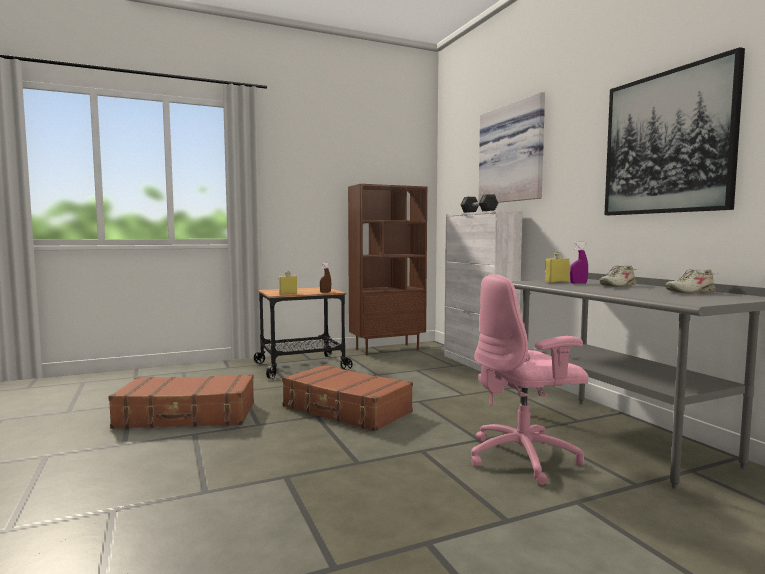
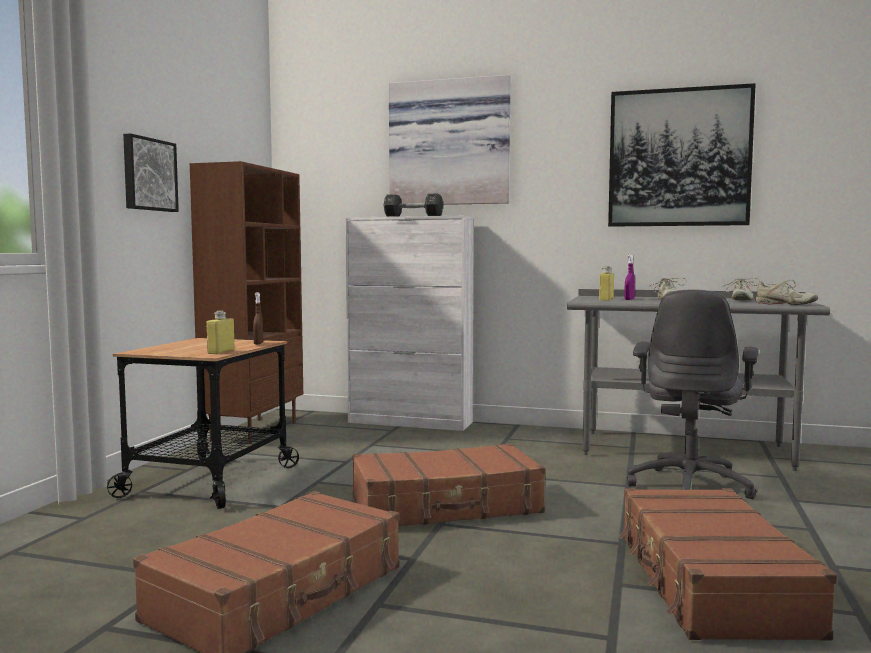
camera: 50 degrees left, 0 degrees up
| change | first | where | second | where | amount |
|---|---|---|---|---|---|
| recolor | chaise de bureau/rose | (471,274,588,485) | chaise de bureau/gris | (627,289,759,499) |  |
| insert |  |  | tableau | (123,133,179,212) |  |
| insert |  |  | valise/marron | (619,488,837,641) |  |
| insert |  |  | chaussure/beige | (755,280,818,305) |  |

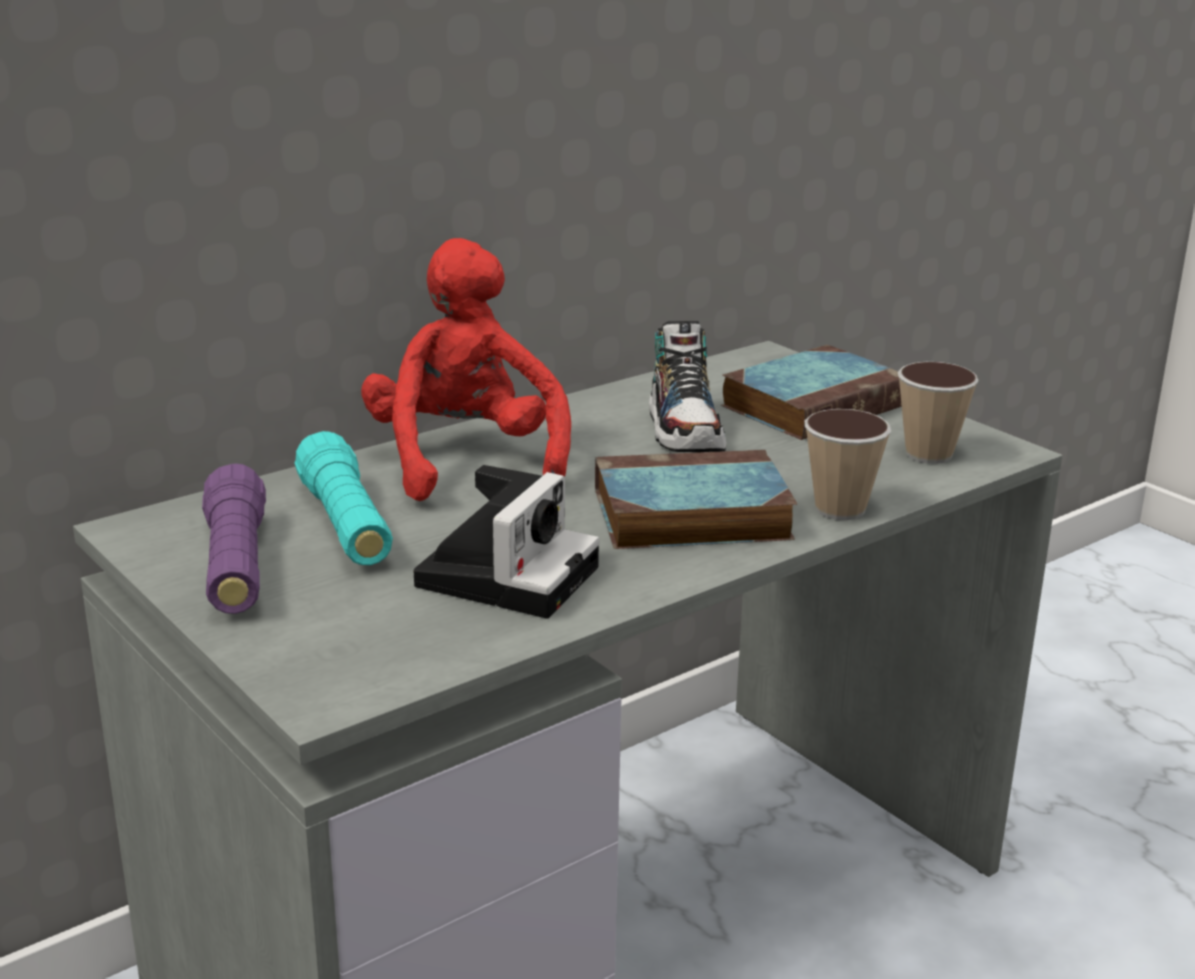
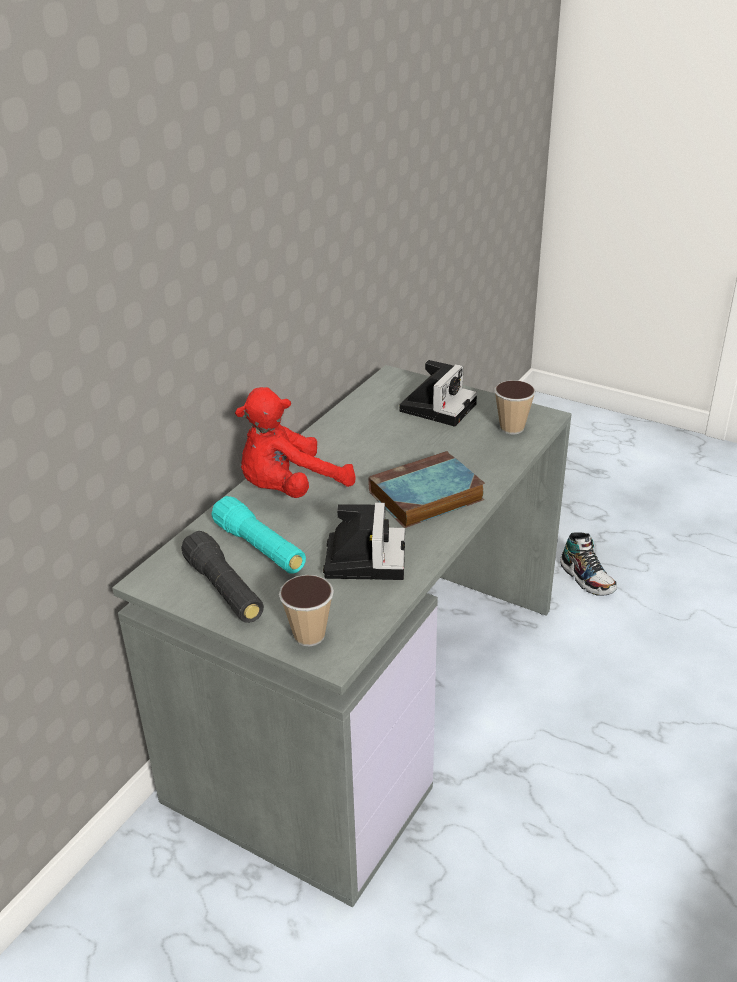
camera: 20 degrees left, 10 degrees up
| change | first | where | second | where | amount |
|---|---|---|---|---|---|
| recolor | lampe de poche/violet | (202,463,266,614) | lampe de poche/noir | (181,531,264,623) |  |
| rotate | peluche/rouge | (361,238,571,501) |  | (235,387,356,498) | 90 degrees counterclockwise |
| move | chaussure | (649,321,727,452) |  | (560,532,617,596) |  |
| replace | livre | (721,345,902,440) | appareil photo | (399,360,477,427) |  |
| move | tasse | (805,409,891,520) |  | (279,575,334,646) |  |

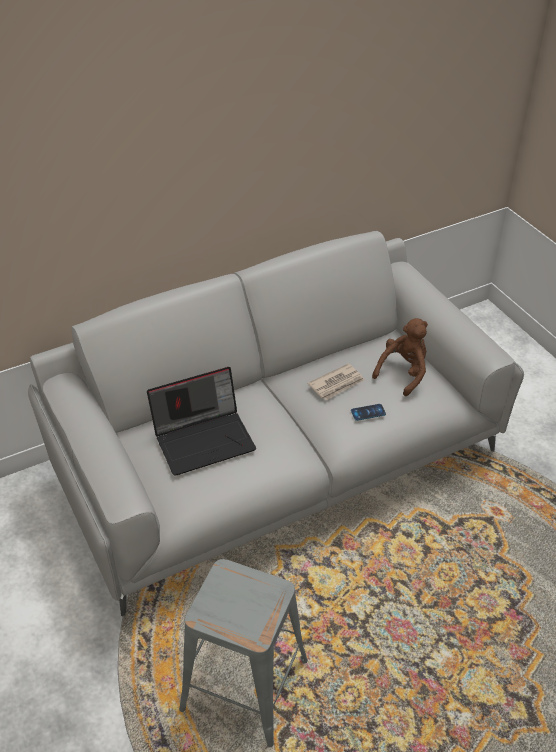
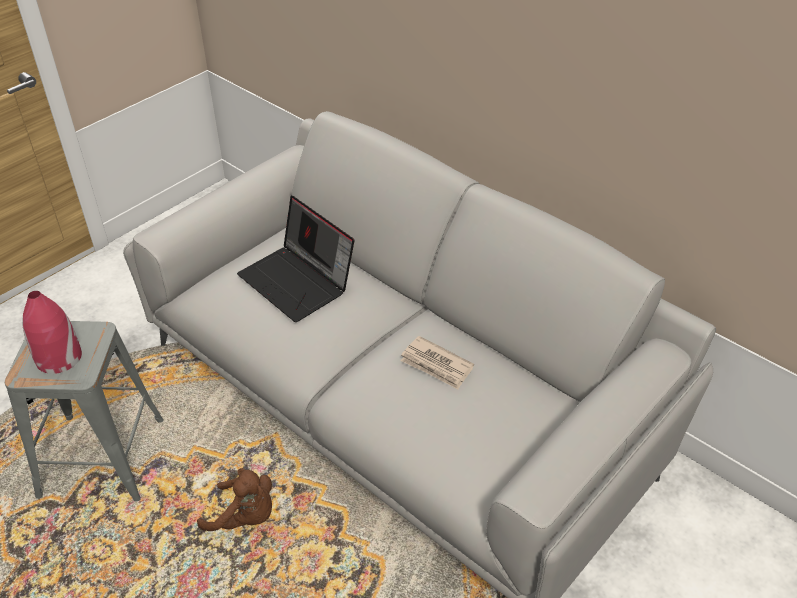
camera: 70 degrees right, 0 degrees up
| change | first | where | second | where | amount |
|---|---|---|---|---|---|
| delete | téléphone | (351,404,386,421) |  |  |  |
| move | peluche/marron | (372,318,428,396) |  | (197,468,272,531) |  |
| insert |  |  | vase/rouge | (22,291,82,374) |  |

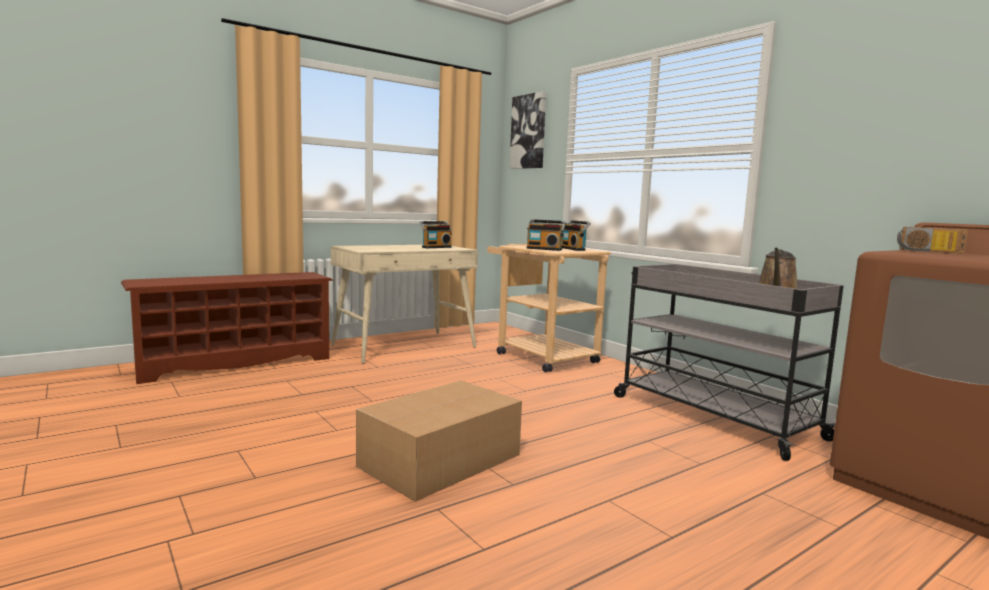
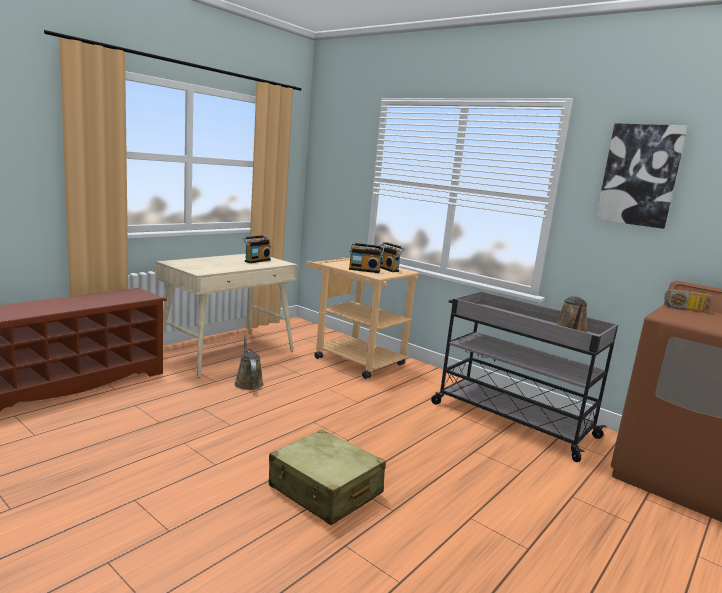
camera: 15 degrees left, 5 degrees up
| change | first | where | second | where | amount |
|---|---|---|---|---|---|
| replace | carton | (356,381,522,502) | valise/beige | (269,429,386,525) |  |
| move | tableau | (509,91,546,169) |  | (596,123,688,229) |  |
| insert |  |  | arrosoir/marron | (234,336,263,390) |  |

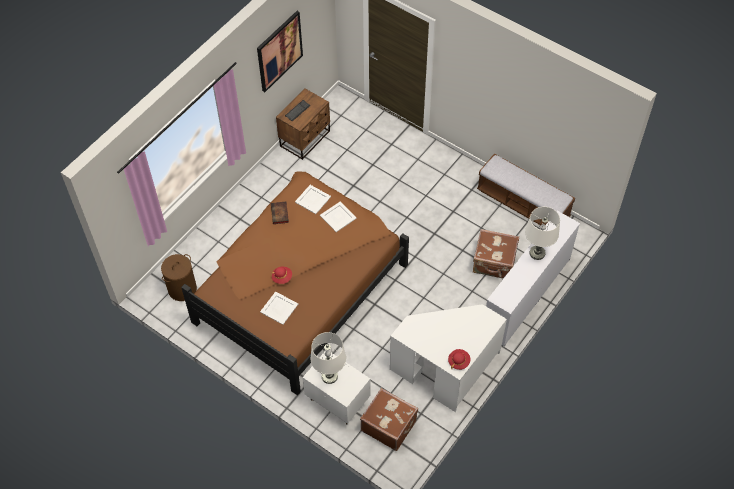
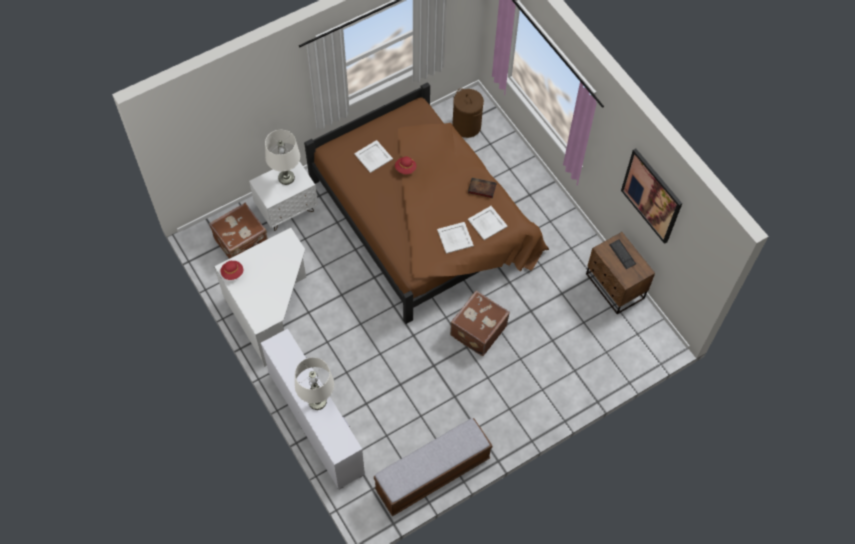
camera: 110 degrees right, 5 degrees up
| change | first | where | second | where | amount |
|---|---|---|---|---|---|
| move | valise/marron | (473,229,519,278) |  | (450,290,510,356) |  |

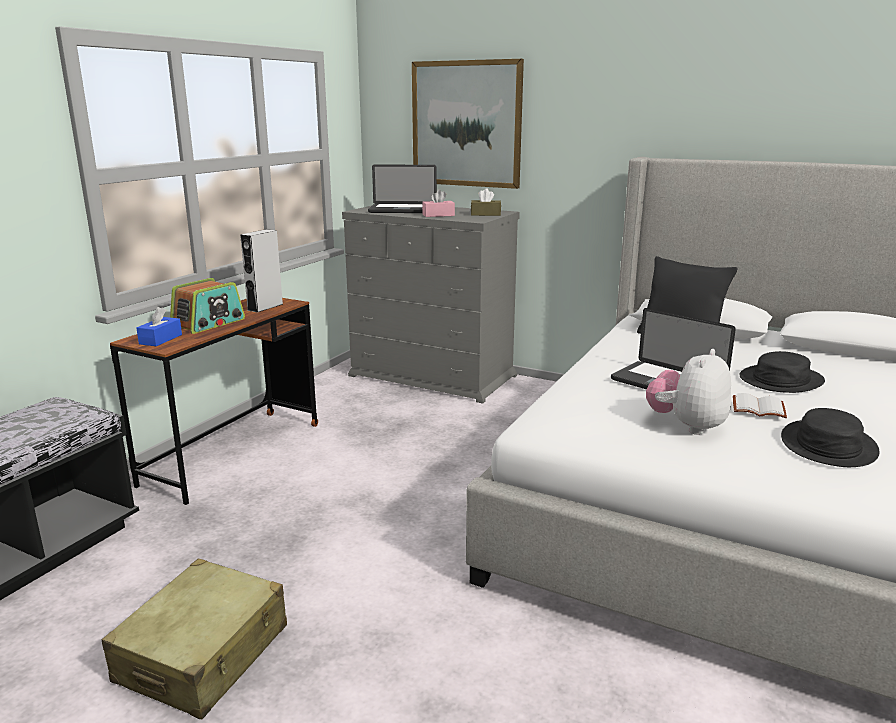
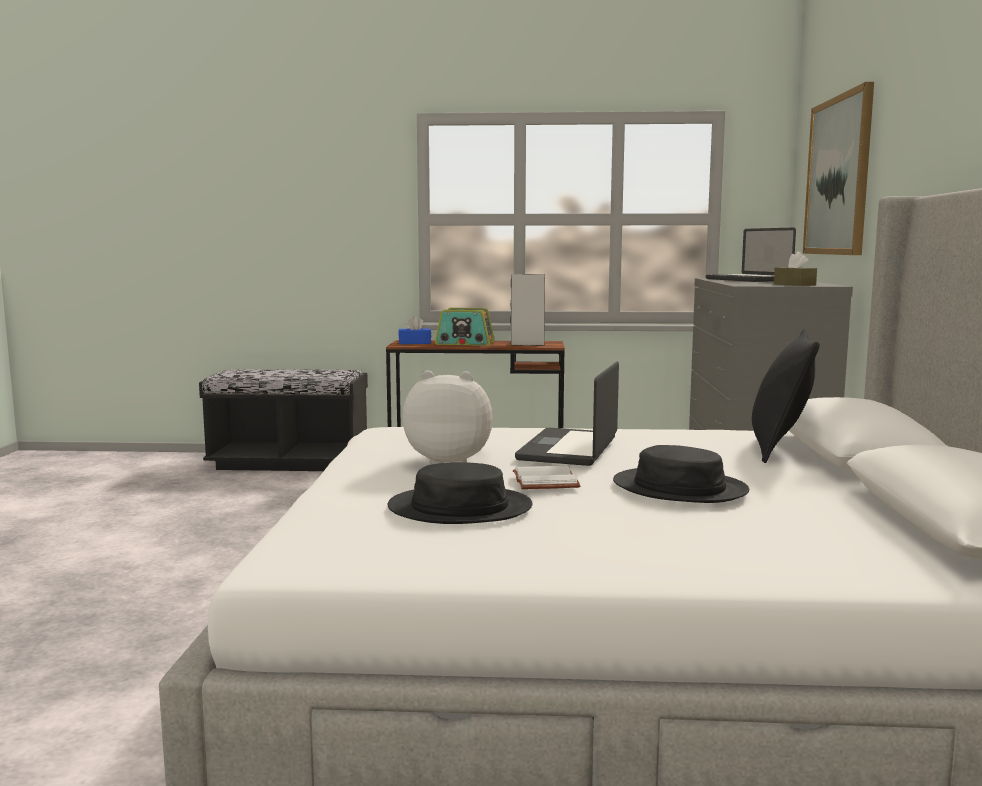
camera: 65 degrees right, 10 degrees down
| change | first | where | second | where | amount |
|---|---|---|---|---|---|
| delete | valise/beige | (101,559,287,719) |  |  |  |
| delete | boîte à mouchoirs/rose | (422,189,455,217) |  |  |  |

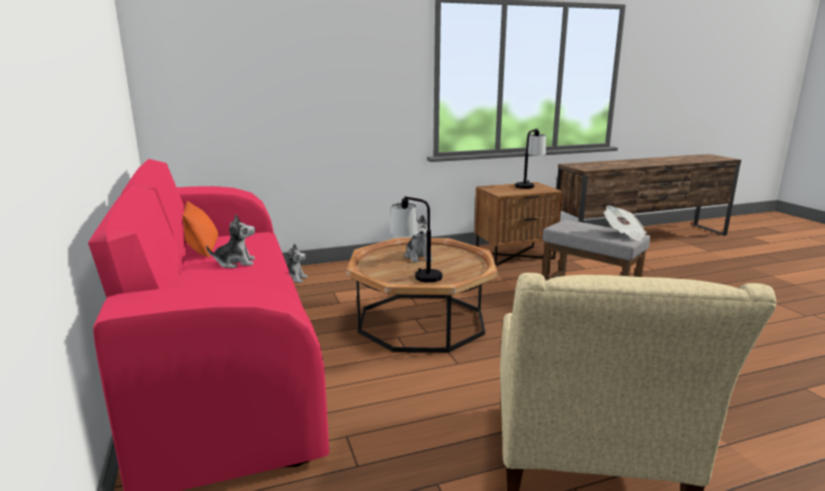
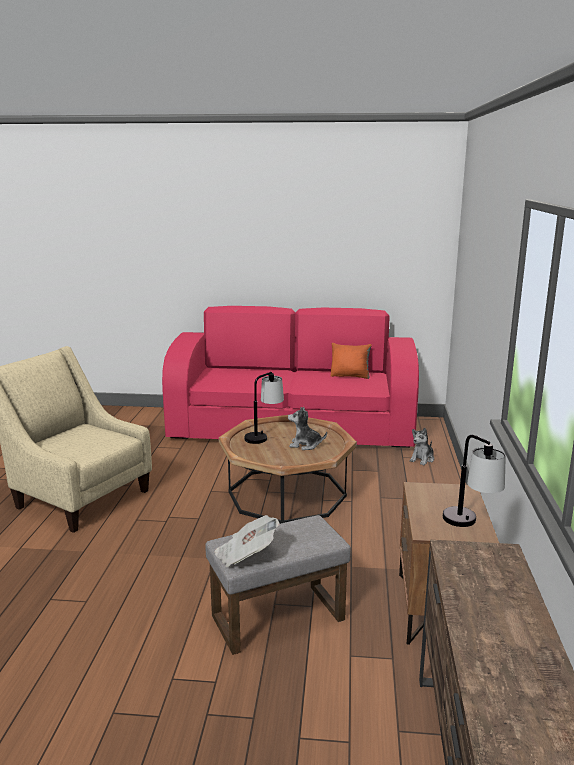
camera: 115 degrees right, 0 degrees up
| change | first | where | second | where | amount |
|---|---|---|---|---|---|
| delete | peluche | (206,214,255,268) |  |  |  |

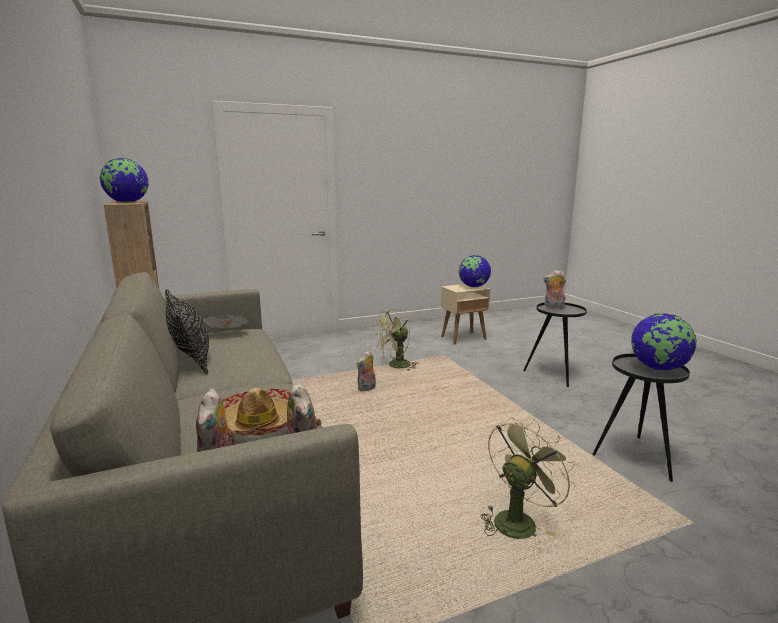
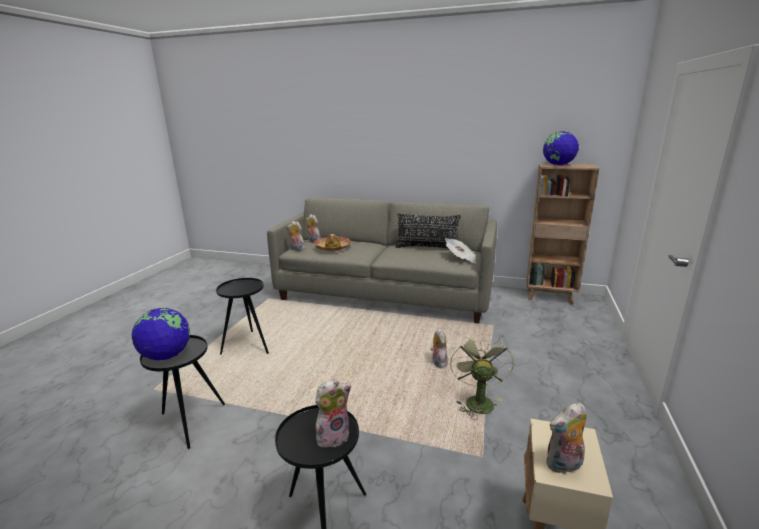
camera: 130 degrees right, 5 degrees up
| change | first | where | second | where | amount |
|---|---|---|---|---|---|
| replace | globe | (459,255,491,287) | peluche | (546,402,586,474) |  |
| replace | ventilateur/vert | (481,417,575,539) | table d'appoint/noir | (216,278,269,355) |  |

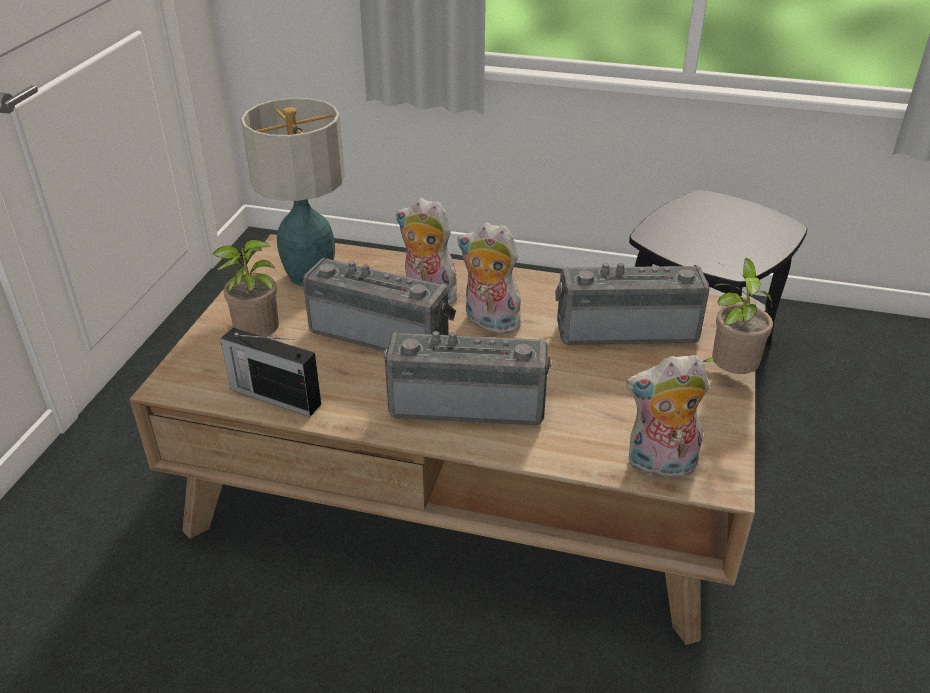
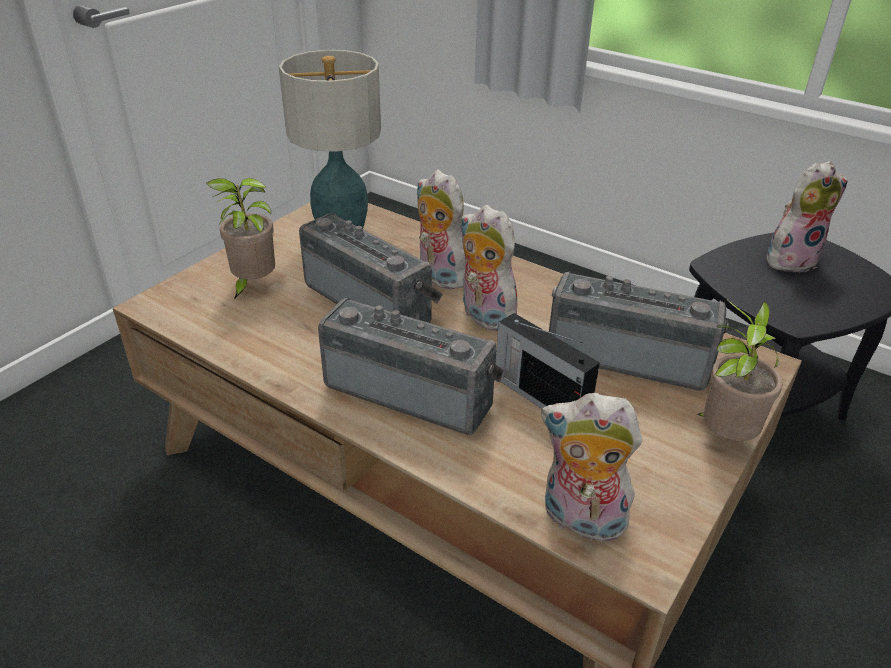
camera: 20 degrees right, 0 degrees up
| change | first | where | second | where | amount |
|---|---|---|---|---|---|
| move | radio | (220,328,321,416) |  | (496,313,600,409) |  |
| insert |  |  | peluche | (766,161,848,273) |  |

